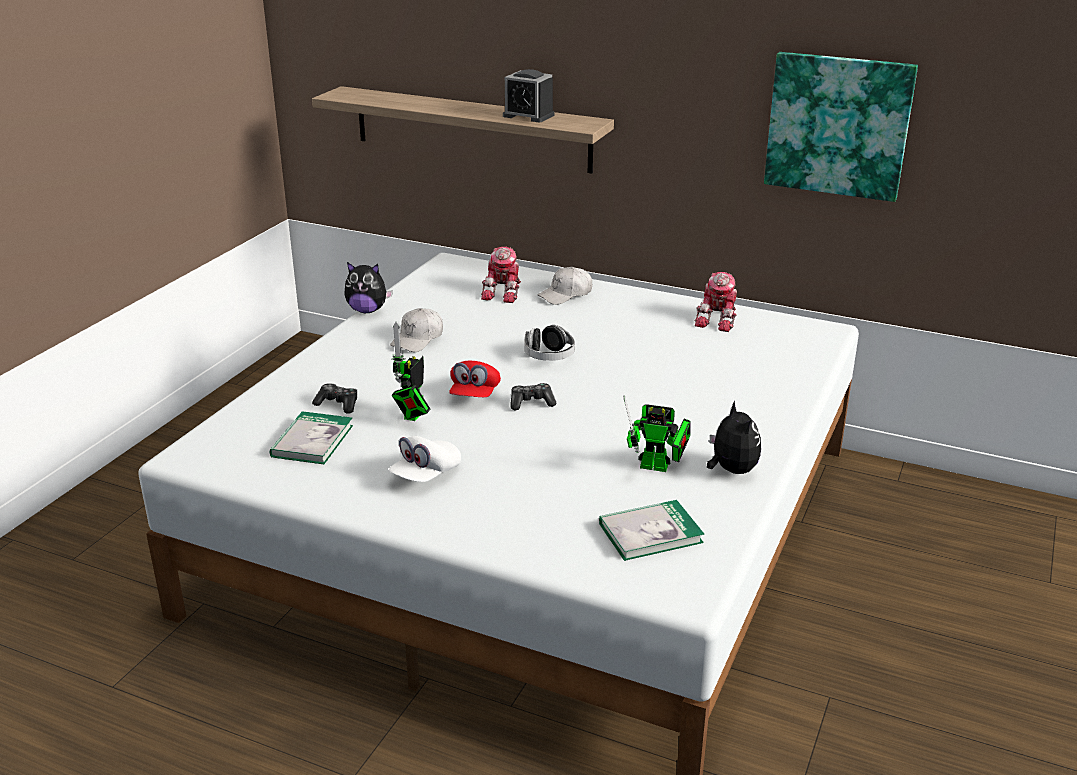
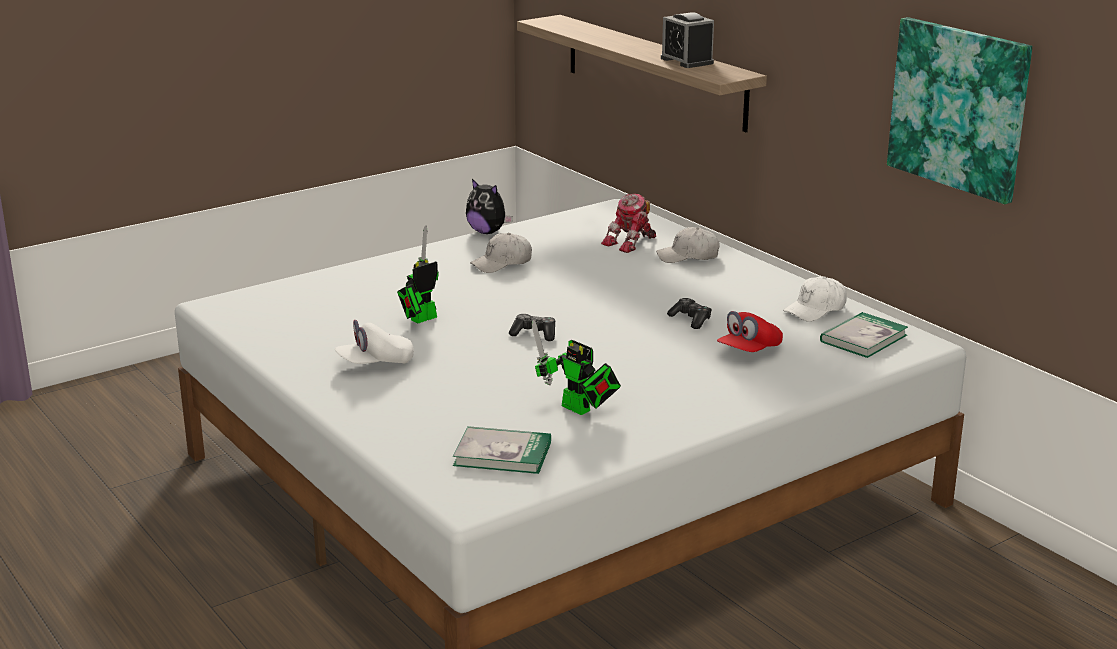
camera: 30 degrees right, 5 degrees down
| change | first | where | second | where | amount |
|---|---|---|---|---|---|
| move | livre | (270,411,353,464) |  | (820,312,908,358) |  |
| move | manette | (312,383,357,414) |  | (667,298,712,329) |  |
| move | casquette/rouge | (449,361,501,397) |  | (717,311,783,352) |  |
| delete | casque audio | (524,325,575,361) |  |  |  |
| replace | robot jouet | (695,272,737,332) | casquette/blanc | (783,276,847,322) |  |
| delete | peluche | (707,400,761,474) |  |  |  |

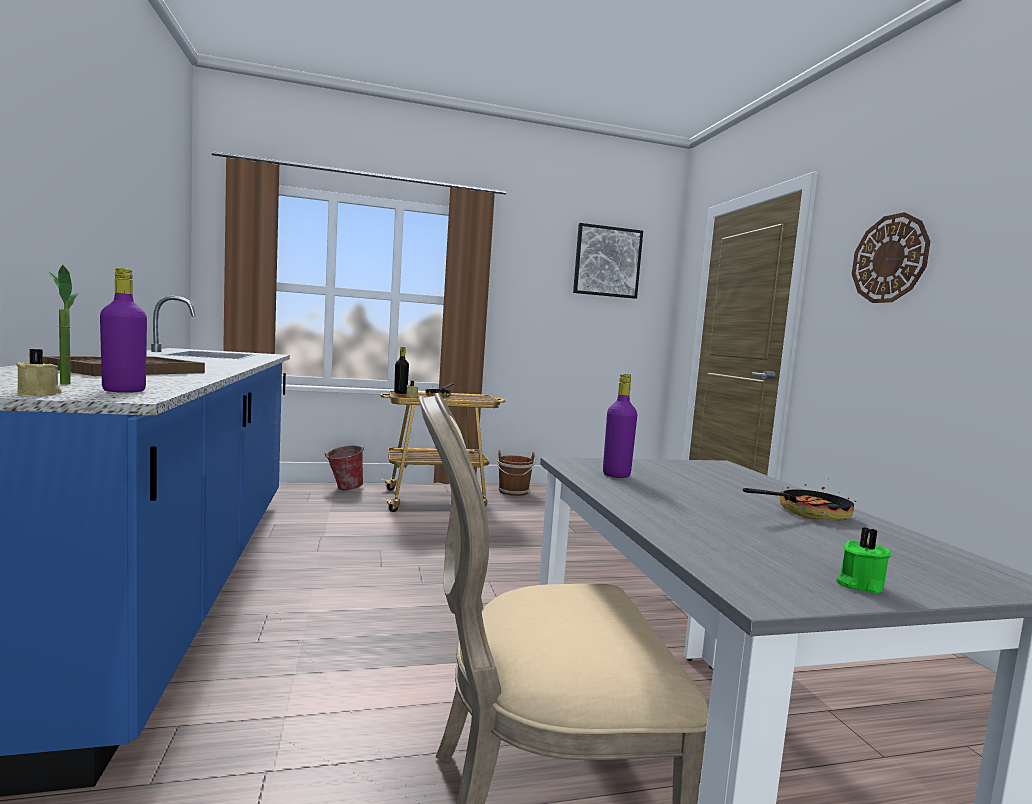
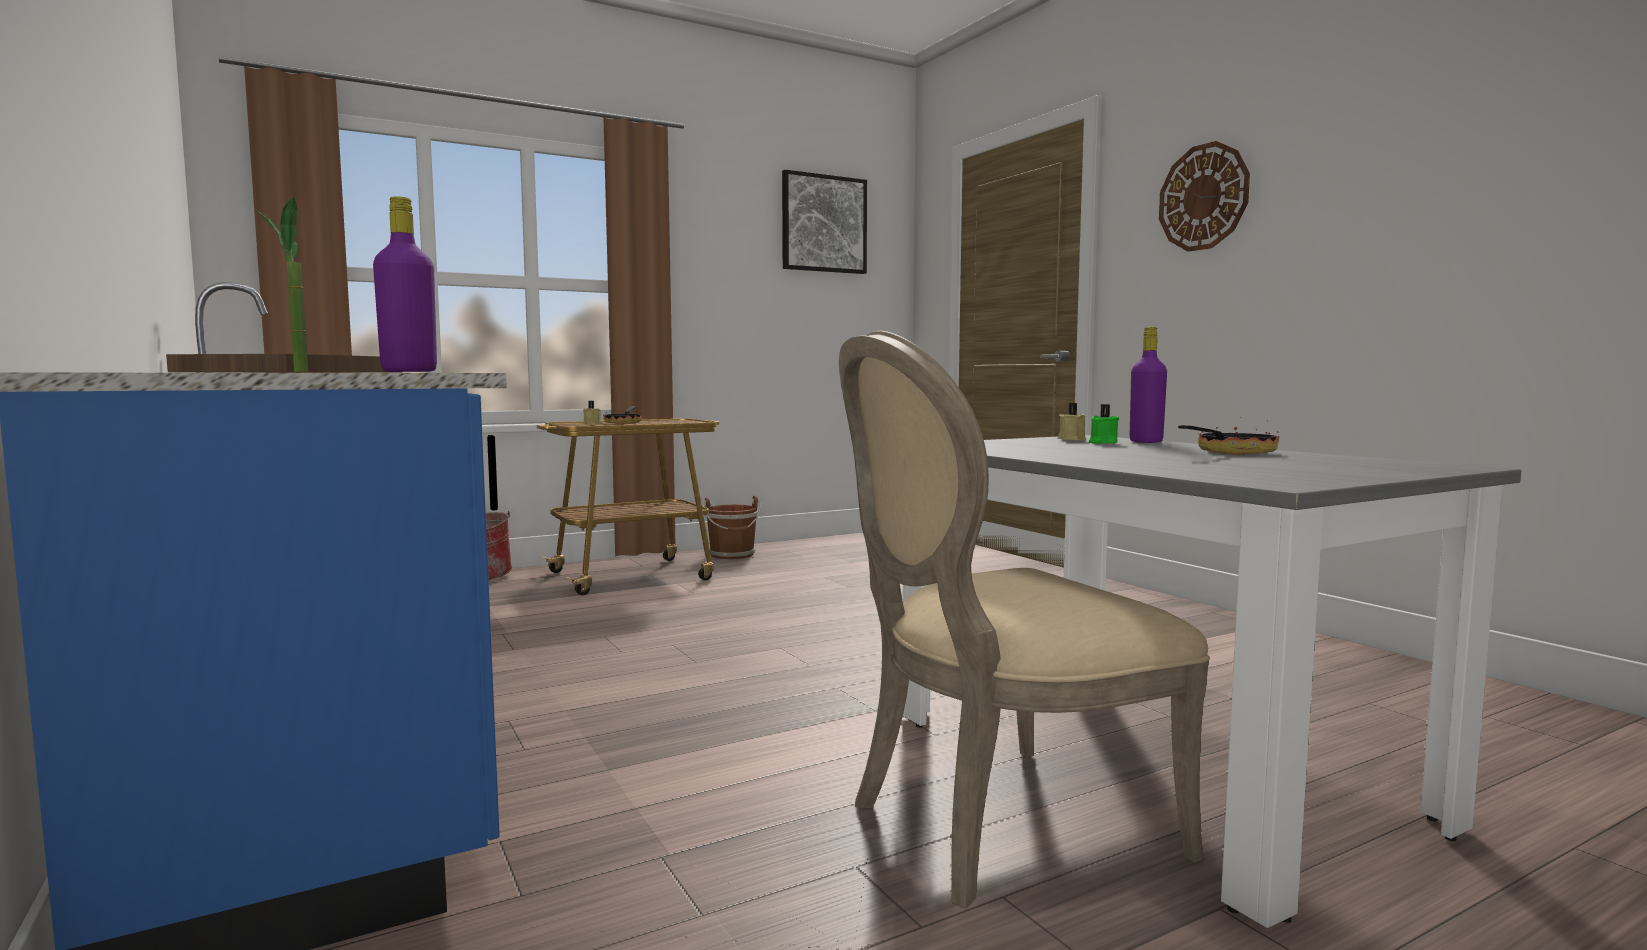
camera: 15 degrees left, 0 degrees up
| change | first | where | second | where | amount |
|---|---|---|---|---|---|
| move | bougie/beige | (16,349,62,396) |  | (1057,403,1086,440) |  |
| delete | bouteille/noir | (394,347,409,394) |  |  |  |
| move | bouteille/violet | (603,374,637,478) |  | (1130,327,1167,443) |  |
| move | bougie/vert | (836,527,891,593) |  | (1089,404,1119,444) |  |

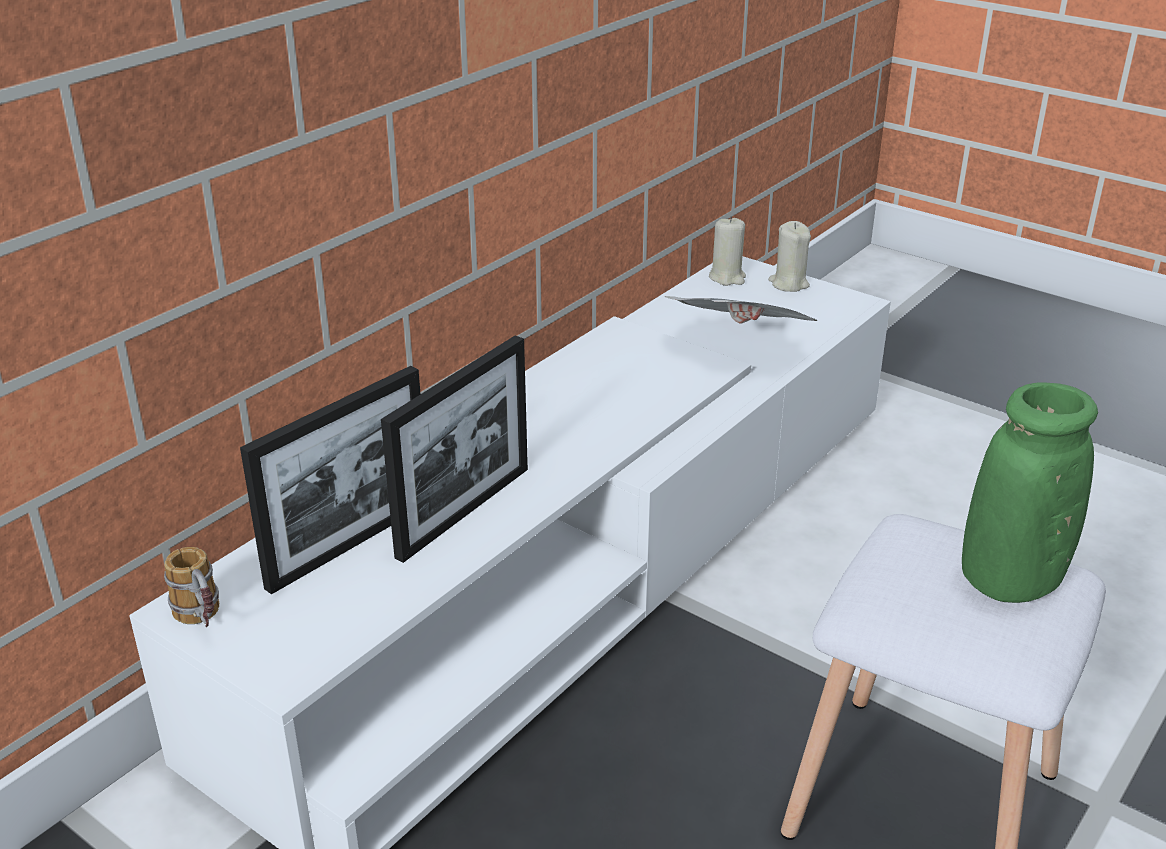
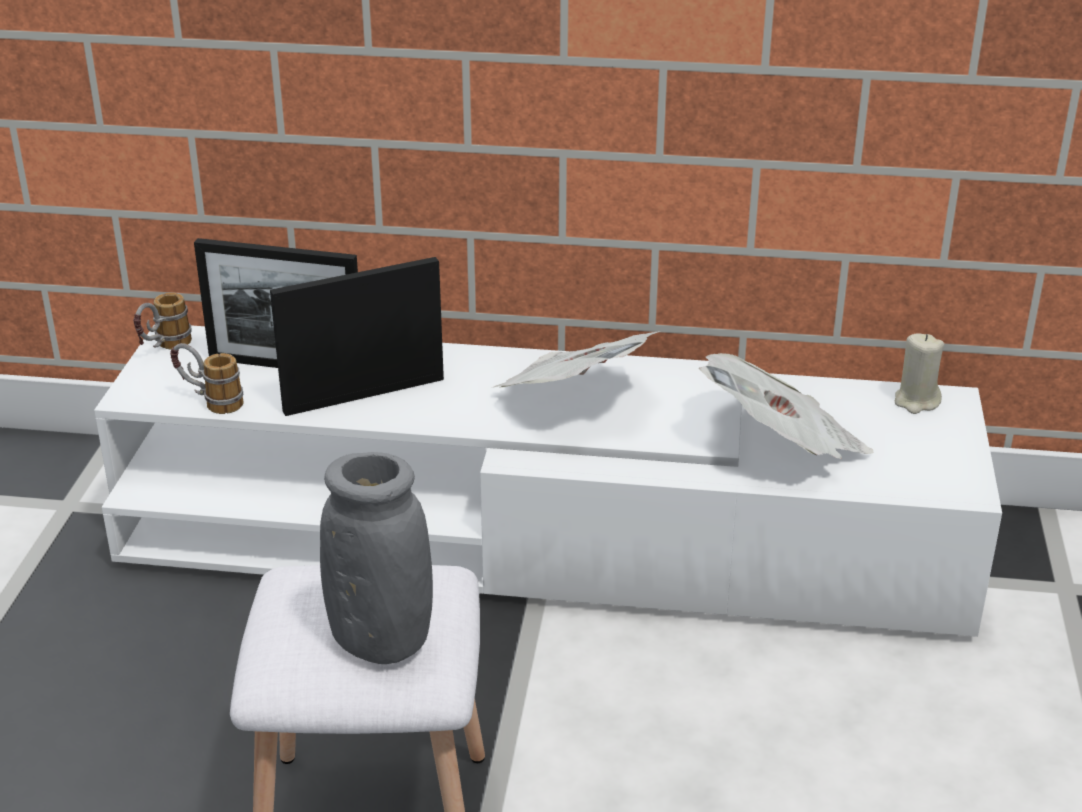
camera: 60 degrees right, 0 degrees up
| change | first | where | second | where | amount |
|---|---|---|---|---|---|
| rotate | cadre photo | (381,336,528,563) |  | (270,257,444,416) | 150 degrees clockwise |
| delete | bougie/beige | (768,221,811,292) |  |  |  |
| recolor | vase/vert | (962,382,1098,603) | vase/gris | (320,452,433,664) |  |
| insert |  |  | mug | (170,343,244,414) |  |
| insert |  |  | journal | (492,331,660,388) |  |

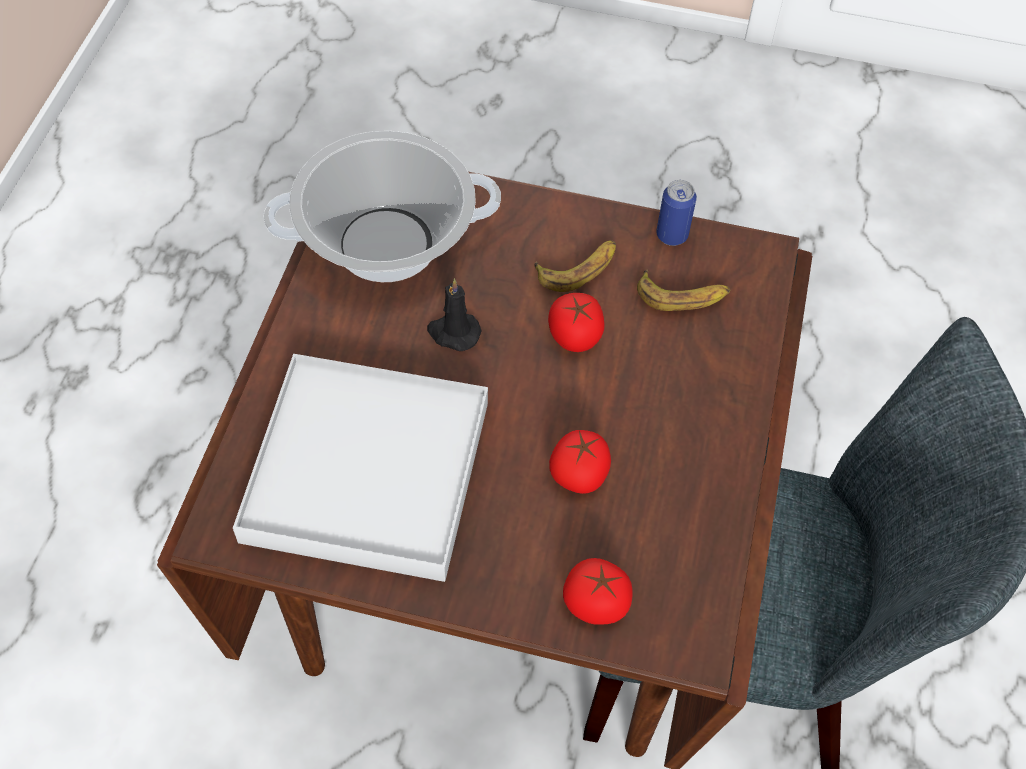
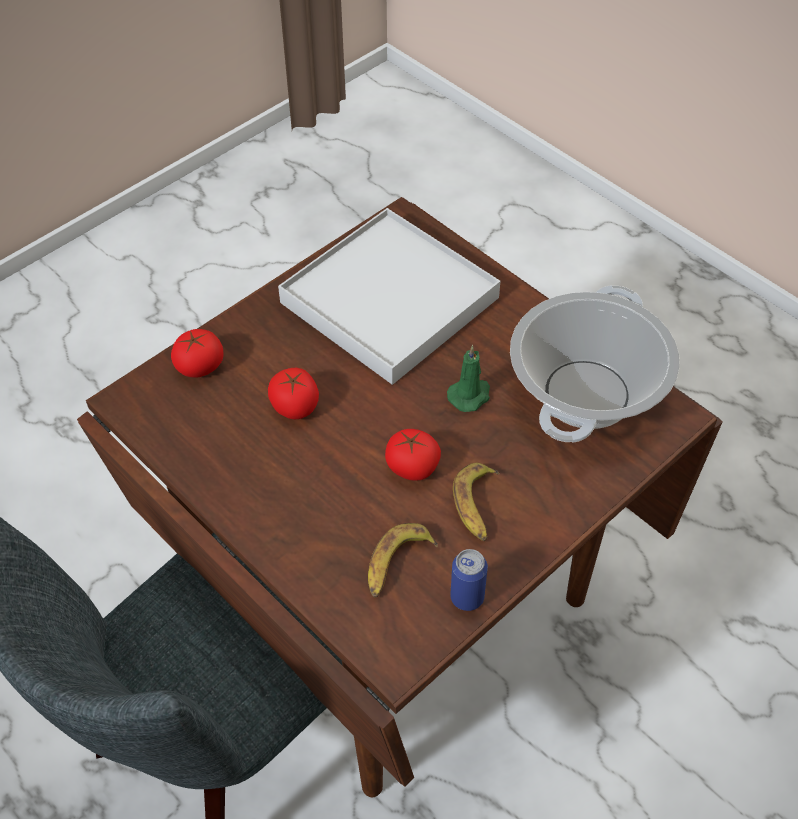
camera: 125 degrees right, 5 degrees down
| change | first | where | second | where | amount |
|---|---|---|---|---|---|
| recolor | bougie/noir | (427,278,482,351) | bougie/vert | (447,345,490,412) |  |

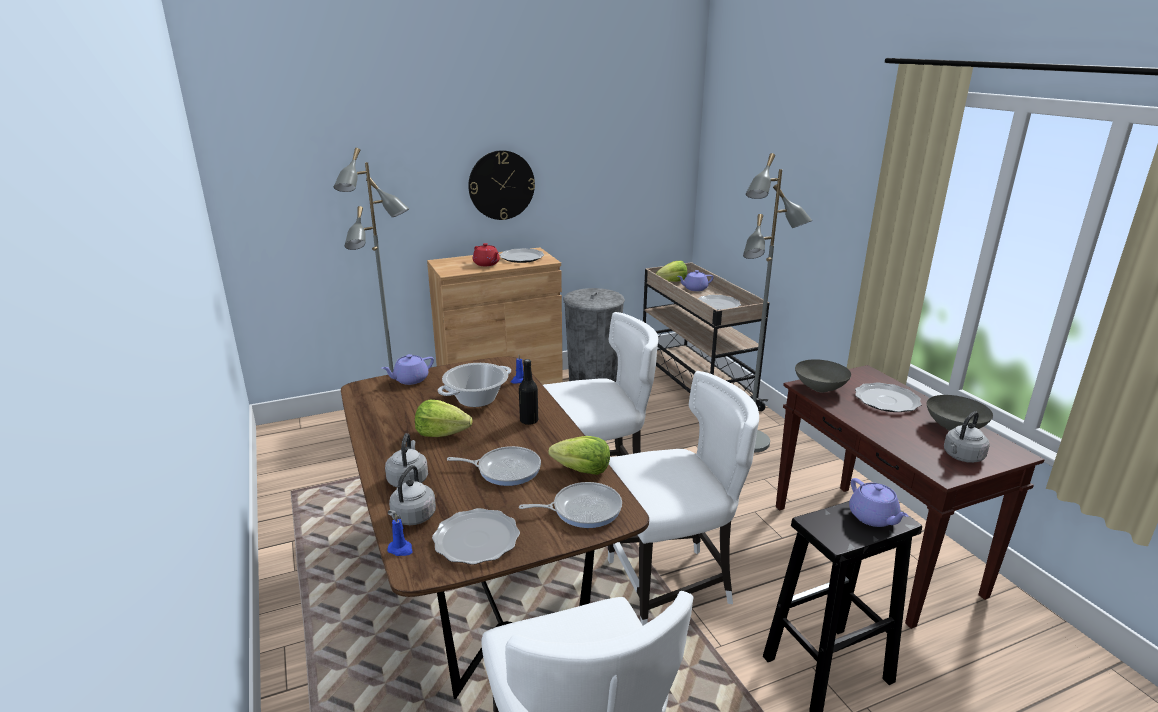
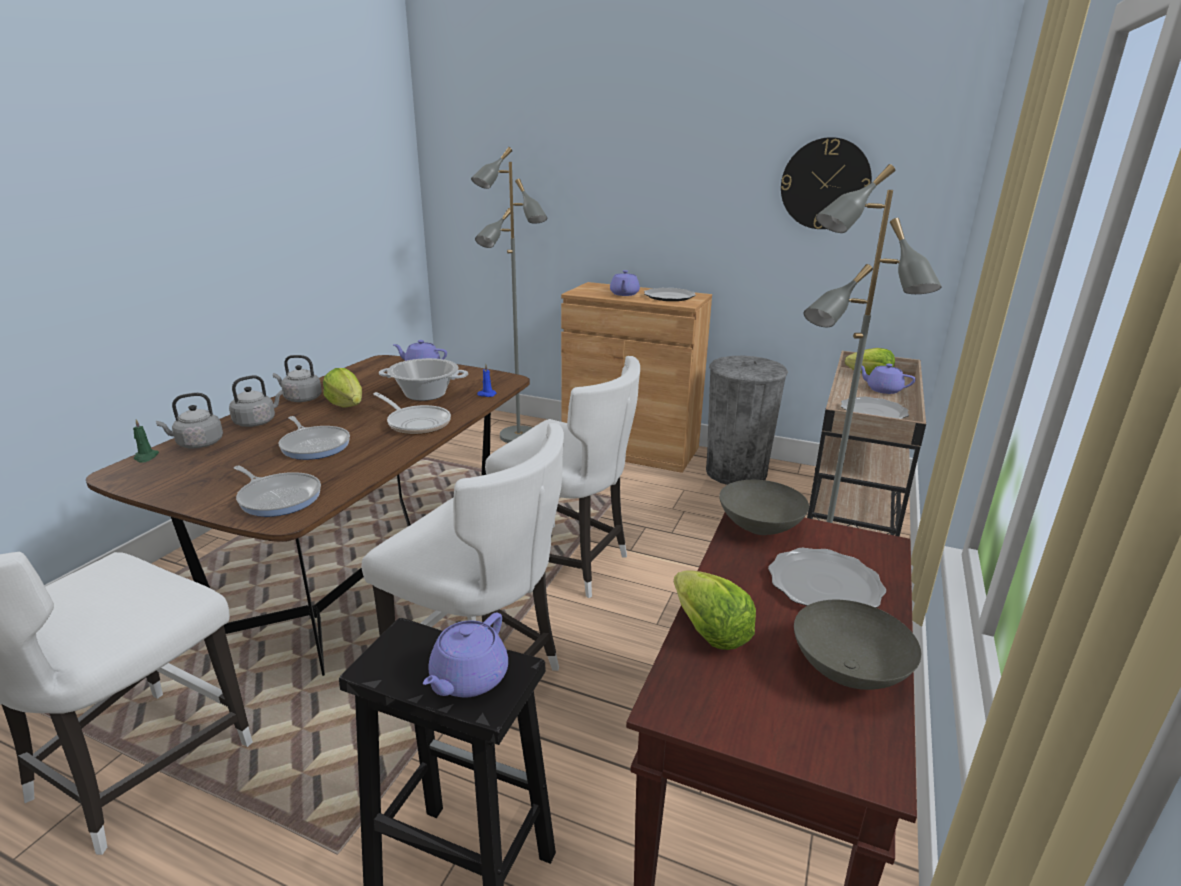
camera: 45 degrees right, 0 degrees up
| change | first | where | second | where | amount |
|---|---|---|---|---|---|
| recolor | bougie/bleu | (387,513,412,556) | bougie/vert | (133,419,159,463) |  |
| delete | assiette | (432,508,520,565) |  |  |  |
| move | horloge murale | (468,150,535,220) |  | (781,137,872,229) |  |
| recolor | théière/rouge | (473,243,500,266) | théière/violet | (610,270,640,296) |  |
| replace | bouteille/noir | (519,359,538,425) | poêle | (373,392,451,435) |  |
| move | laitue | (548,436,610,475) |  | (674,570,756,650) |  |
| move | bouilloire/gris | (944,411,990,463) |  | (273,355,322,402) |  |

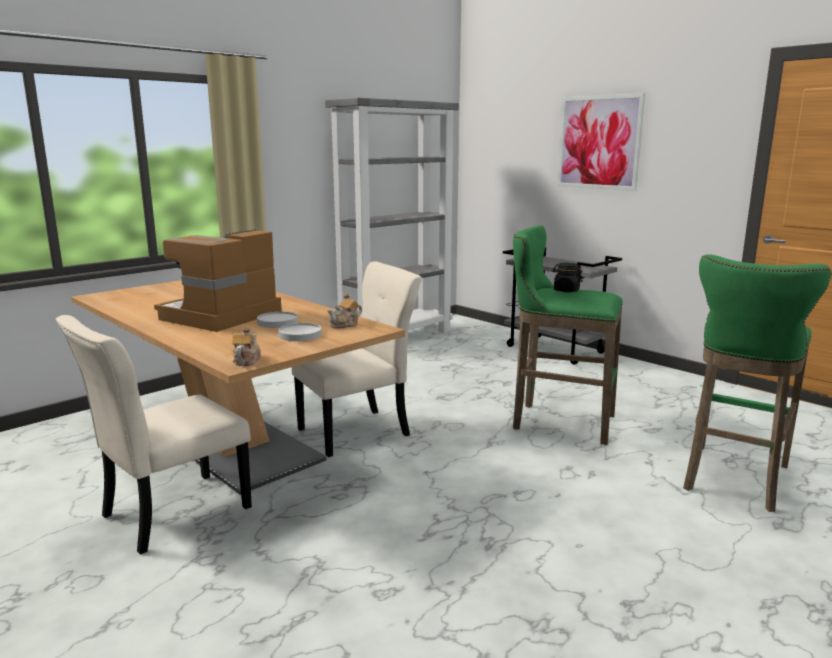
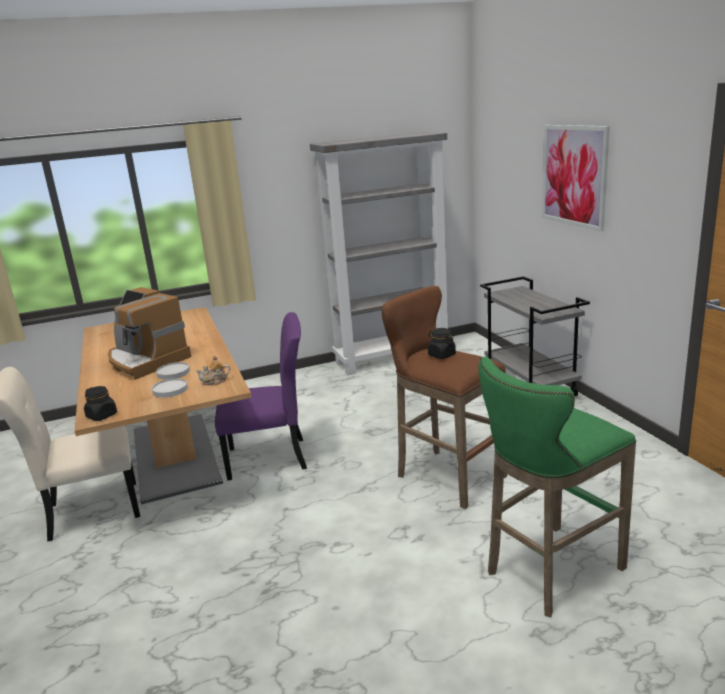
camera: 25 degrees right, 5 degrees up
| change | first | where | second | where | amount |
|---|---|---|---|---|---|
| rotate | machine à café | (154,229,282,332) |  | (108,287,191,380) | 105 degrees counterclockwise |
| replace | théière | (232,327,261,366) | bocal/noir | (84,386,117,421) |  |
| recolor | chaise/beige | (292,262,422,457) | chaise/violet | (215,312,307,481) |  |
| recolor | tabouret/vert | (513,225,623,445) | tabouret/marron | (382,286,507,509) |  |

